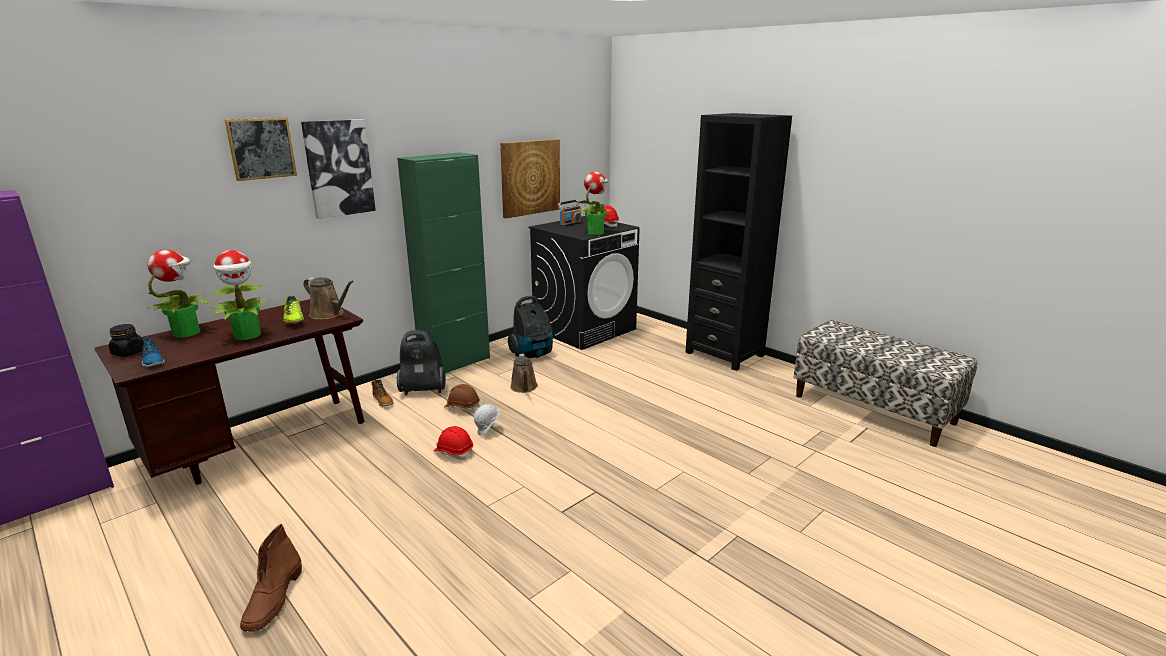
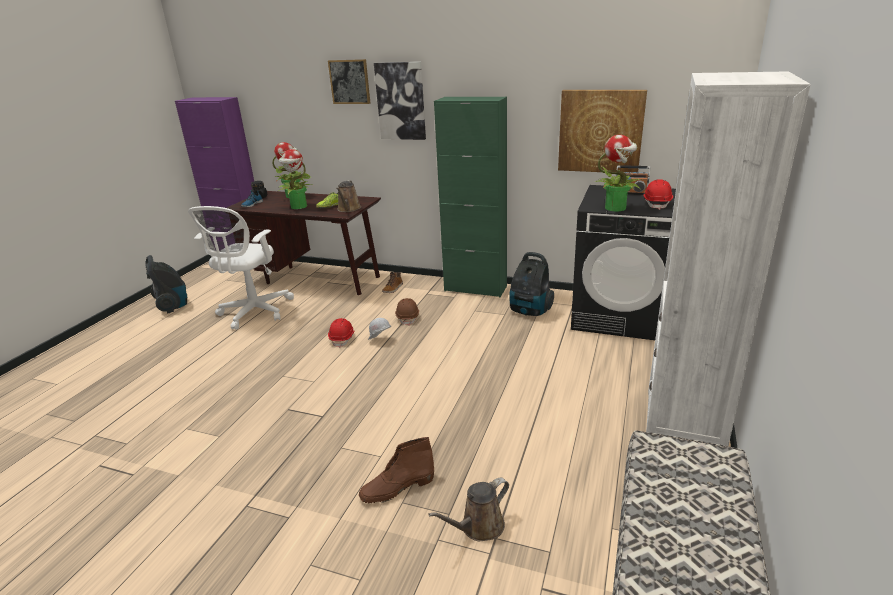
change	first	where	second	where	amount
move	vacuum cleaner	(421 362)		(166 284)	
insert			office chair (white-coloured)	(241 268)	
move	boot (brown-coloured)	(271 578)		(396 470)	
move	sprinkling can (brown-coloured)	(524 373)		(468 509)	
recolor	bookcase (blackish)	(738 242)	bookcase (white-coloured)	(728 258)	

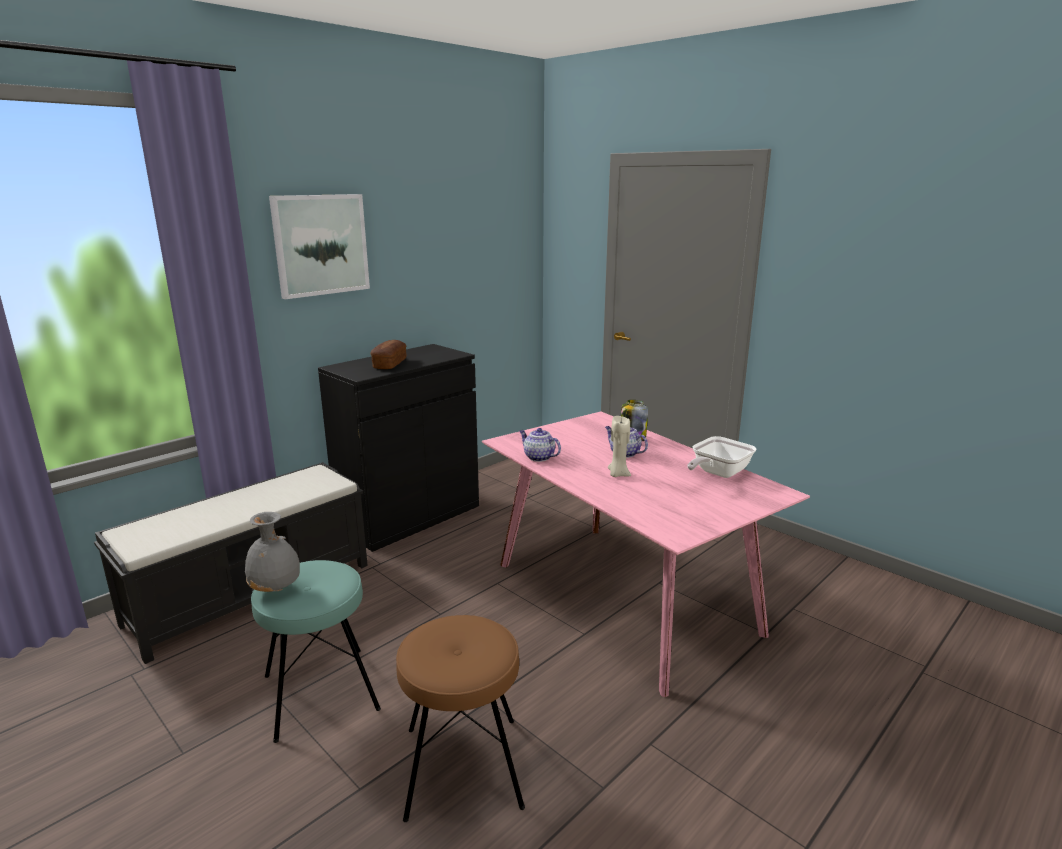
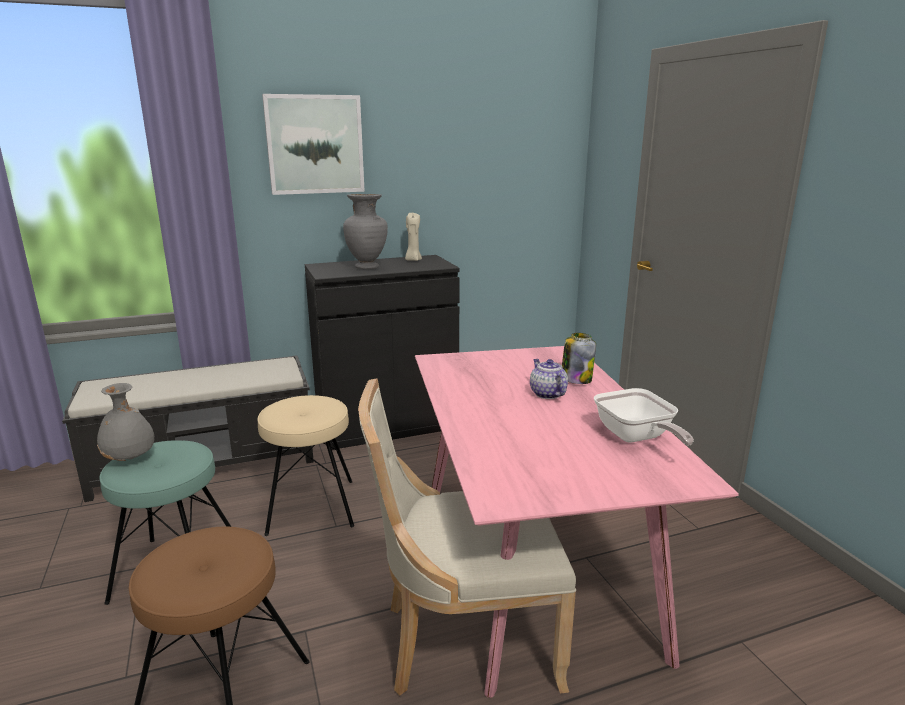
change	first	where	second	where	amount
insert			stool seat (beige)	(305 465)	
replace	bakery bread	(388 354)	decorative vase (grey)	(365 231)	
insert			chair (beige)	(467 537)	
move	wax candle (beige)	(619 446)		(413 237)	
rotate	frying pan	(721 457)		(644 417)	90 degrees counterclockwise
delete	pot for tea	(540 445)			

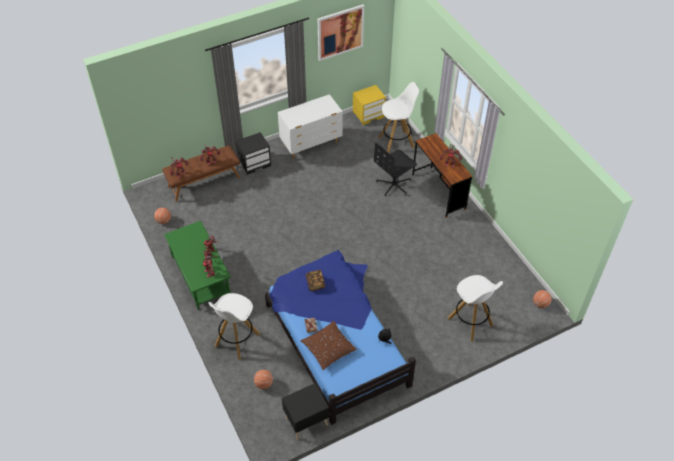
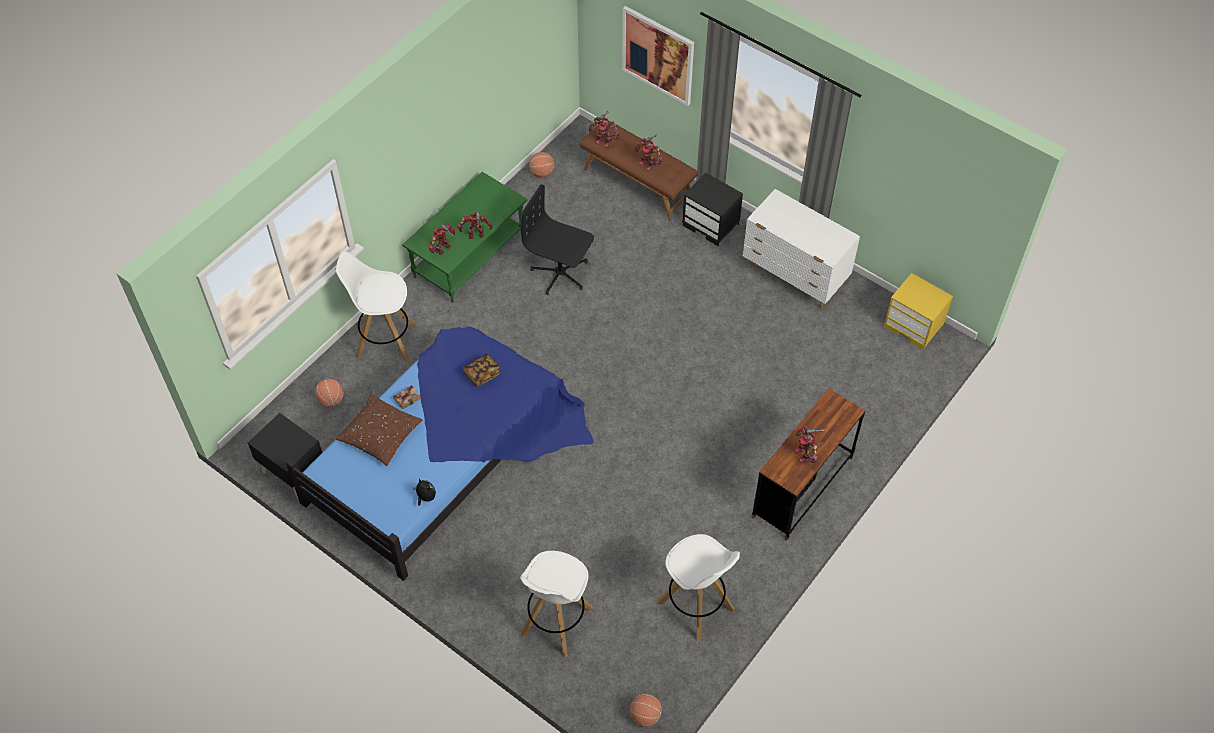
change	first	where	second	where	amount
move	office chair (blackish)	(395 169)		(558 239)	
move	wall picture	(341 32)		(658 56)	
move	stool seat (white-coloured)	(399 117)		(698 588)	

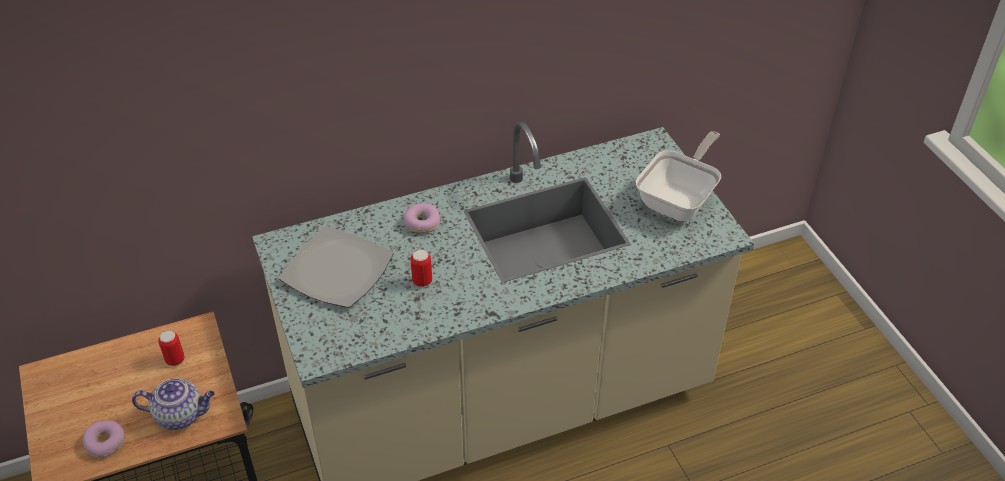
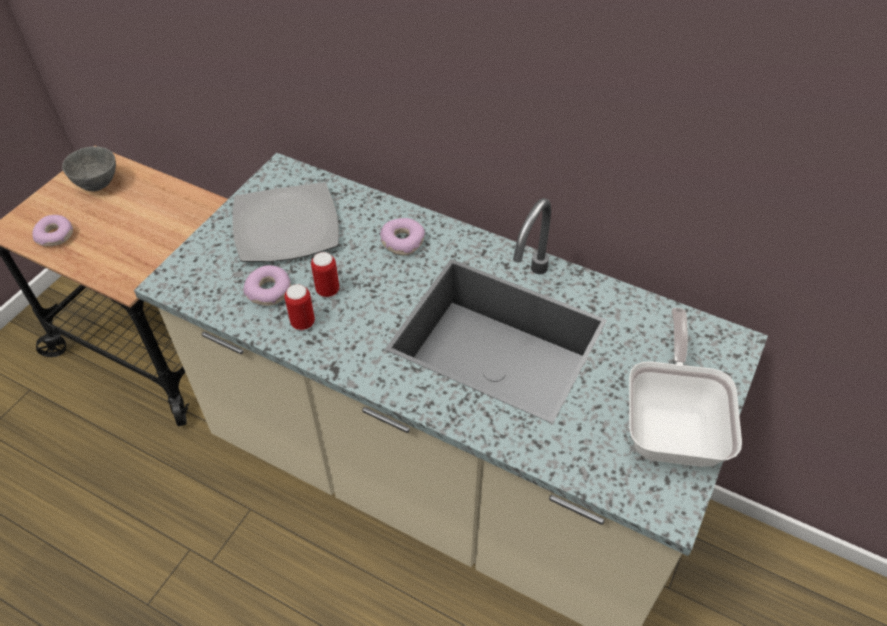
change	first	where	second	where	amount
insert			deep dish (grey)	(89 169)	
insert			donut	(267 285)	
move	sealed can	(171 348)		(299 307)	
rotate	frying pan	(678 176)		(685 387)	75 degrees counterclockwise
delete	pot for tea	(173 404)			

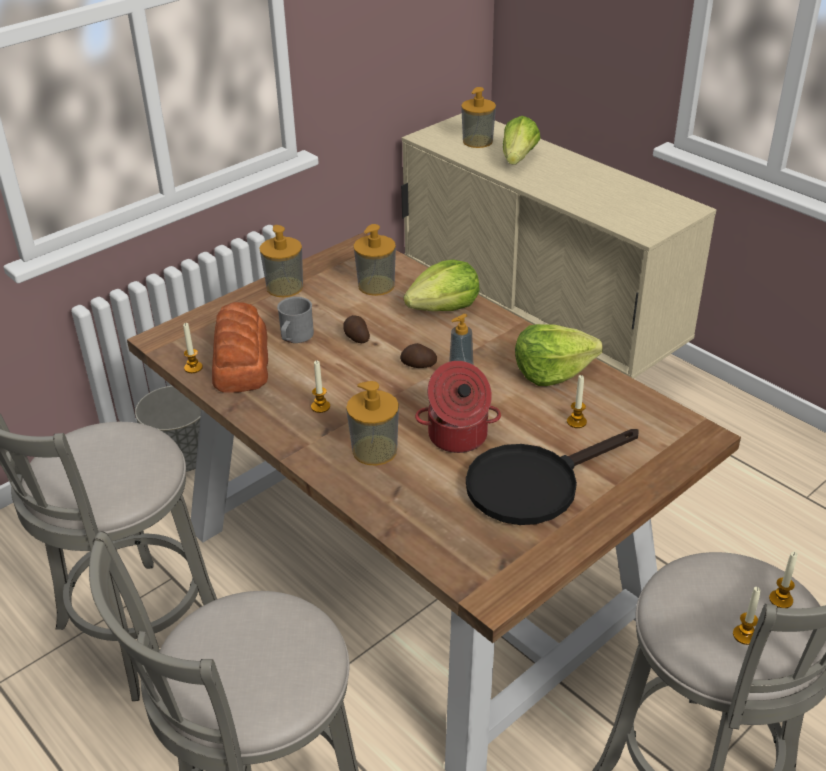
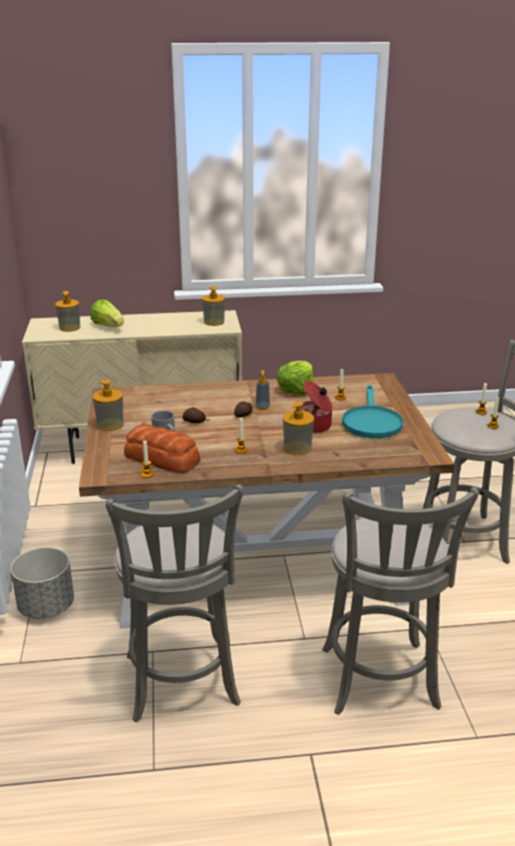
change	first	where	second	where	amount
move	soap bottle	(375 260)		(213 306)	
recolor	frying pan (blackish)	(552 477)	frying pan (blue-green)	(372 411)	
delete	lettuce	(442 285)			

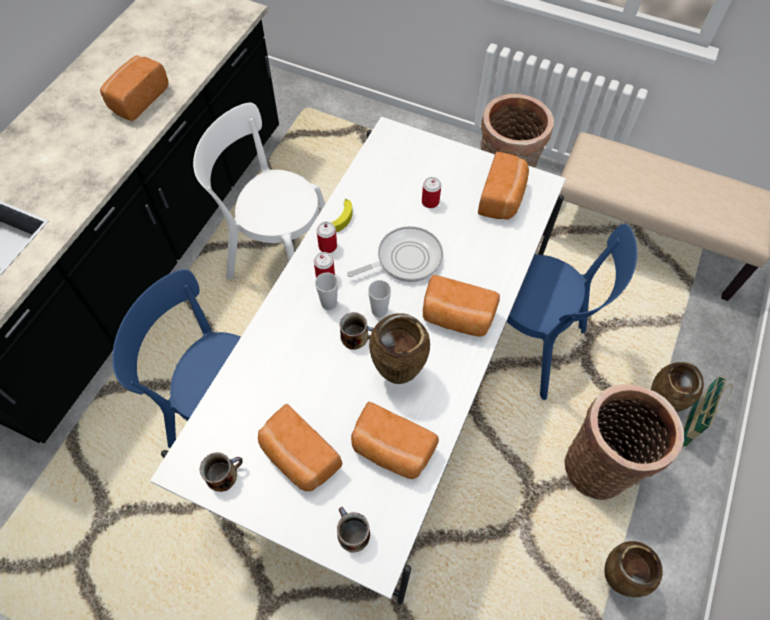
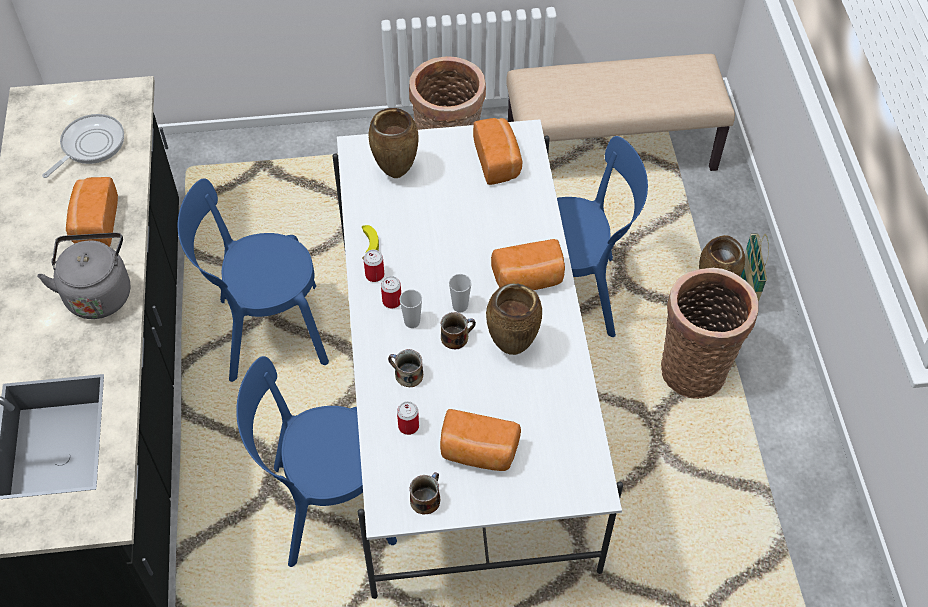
change	first	where	second	where	amount
insert			tea kettle (grey)	(83 276)	
move	frying pan	(395 254)		(83 146)	
recolor	chair (white-coloured)	(259 191)	chair (blue-coloured)	(253 280)	
move	decorative vase (brown-coloured)	(633 569)		(393 143)	
move	coffee mug	(353 530)		(405 368)	
move	sealed can	(431 192)		(408 418)	
delete	bakery bread	(395 440)			

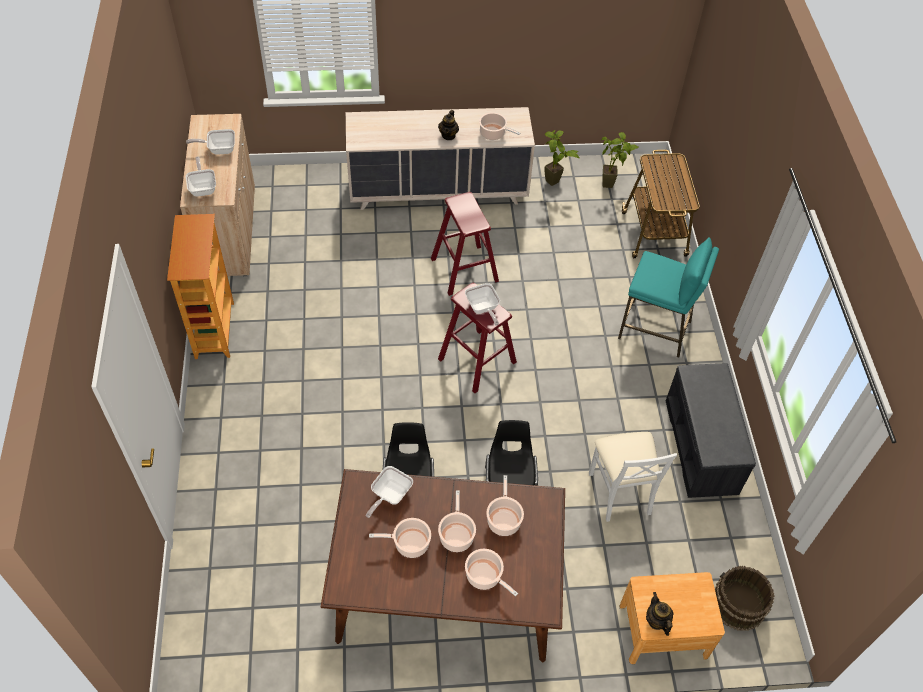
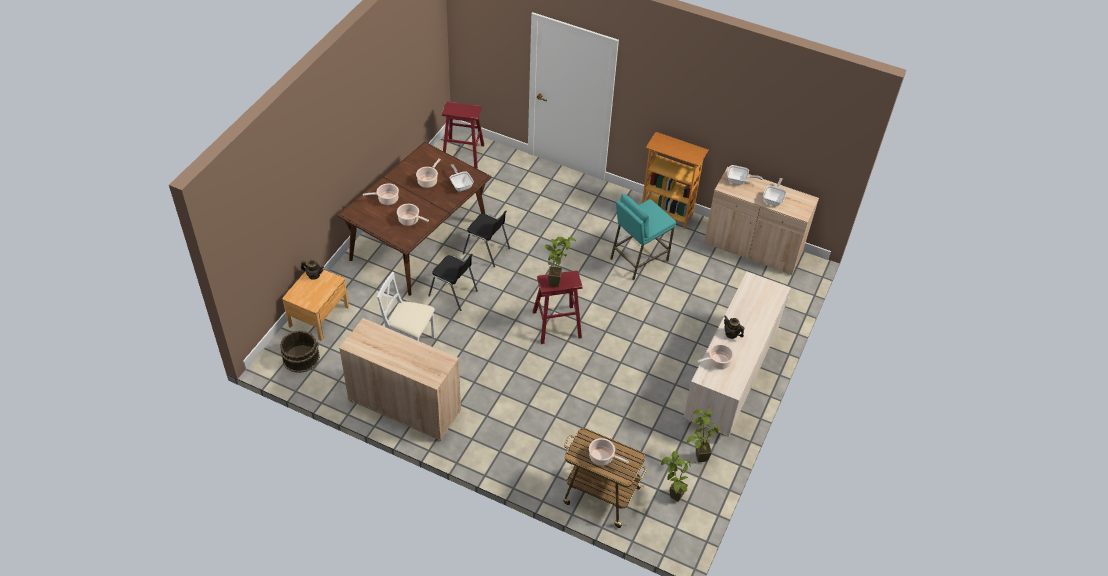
change	first	where	second	where	amount
replace	indoor bench (grey)	(711 430)	cupboard (beige)	(400 379)	
move	stool seat (red)	(465 244)		(463 135)	
replace	frying pan	(482 304)	potted plant	(560 262)	
move	saucepot	(457 521)		(609 452)	
move	stool seat (blue-green)	(668 297)		(643 236)	

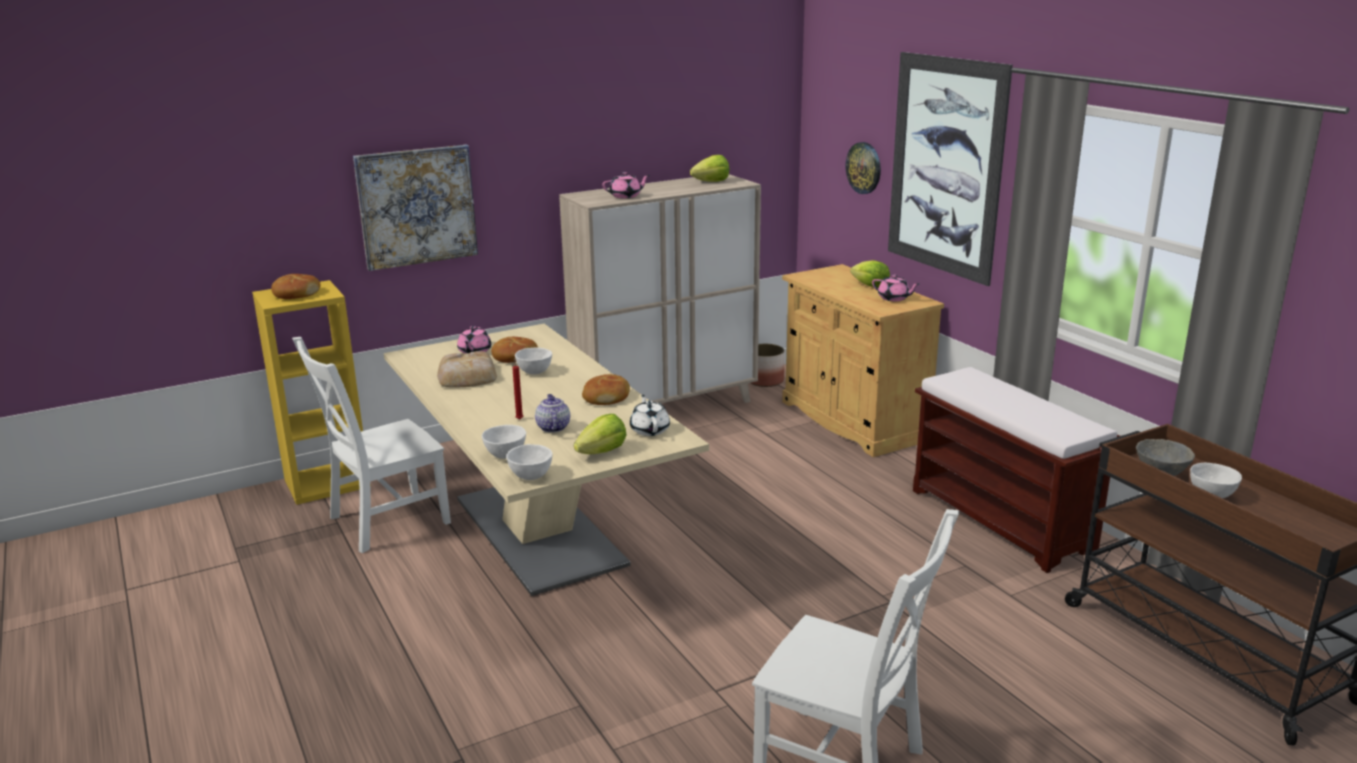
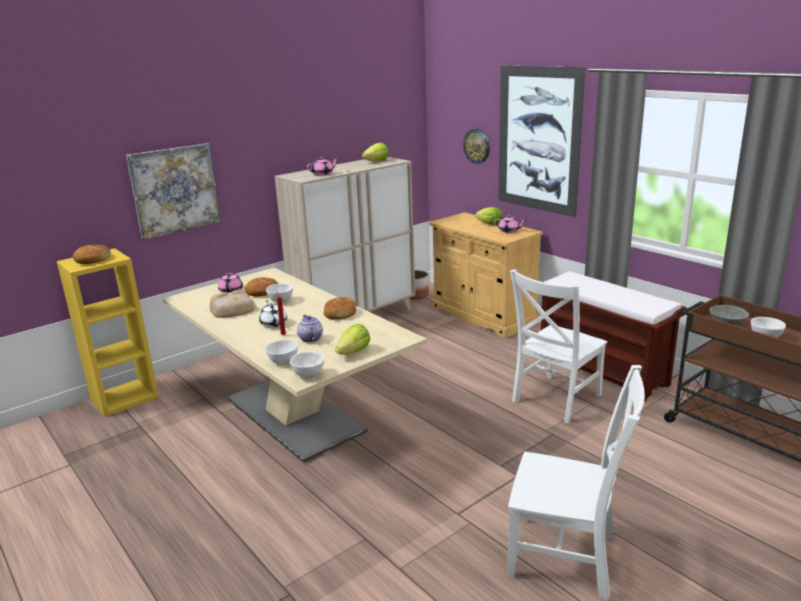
change	first	where	second	where	amount
move	pot for tea (white-coloured)	(650 415)		(273 314)	
move	chair (white-coloured)	(371 445)		(558 346)	

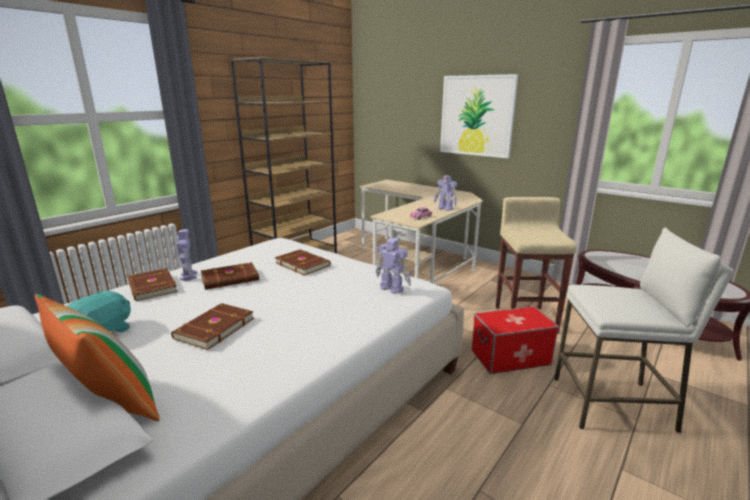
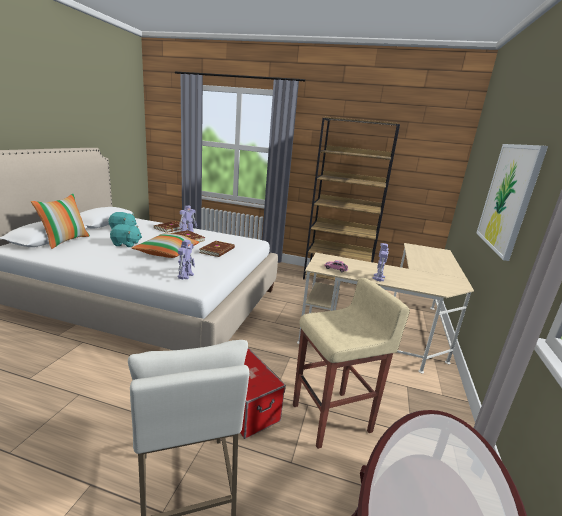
change	first	where	second	where	amount
replace	volume (brown-coloured)	(212 326)	cuddly toy (blue-green)	(126 235)	
insert			cushion	(166 245)	

